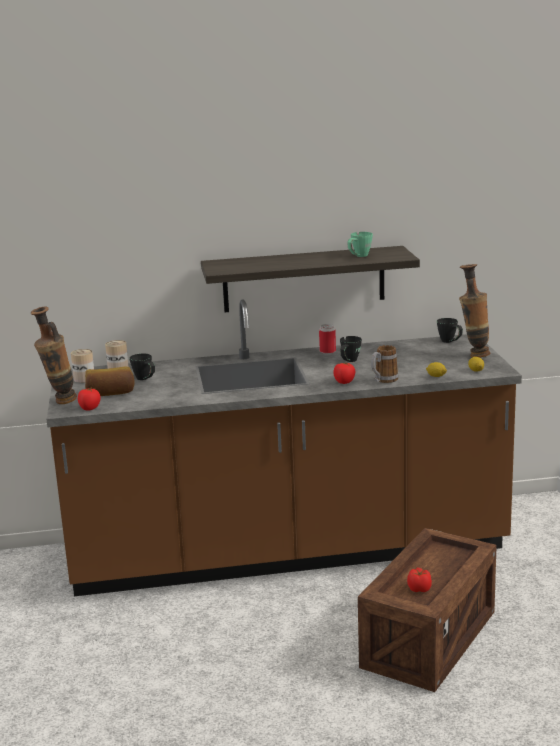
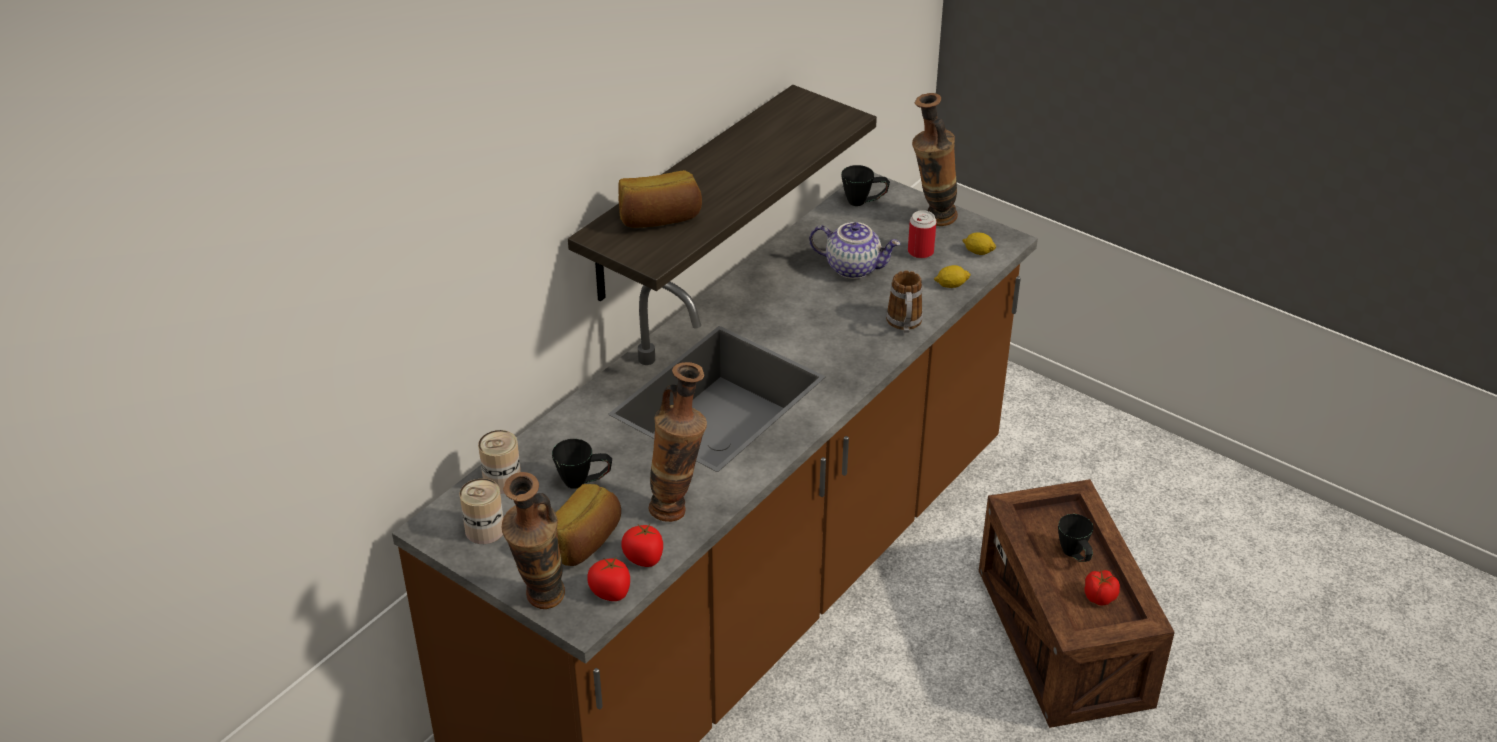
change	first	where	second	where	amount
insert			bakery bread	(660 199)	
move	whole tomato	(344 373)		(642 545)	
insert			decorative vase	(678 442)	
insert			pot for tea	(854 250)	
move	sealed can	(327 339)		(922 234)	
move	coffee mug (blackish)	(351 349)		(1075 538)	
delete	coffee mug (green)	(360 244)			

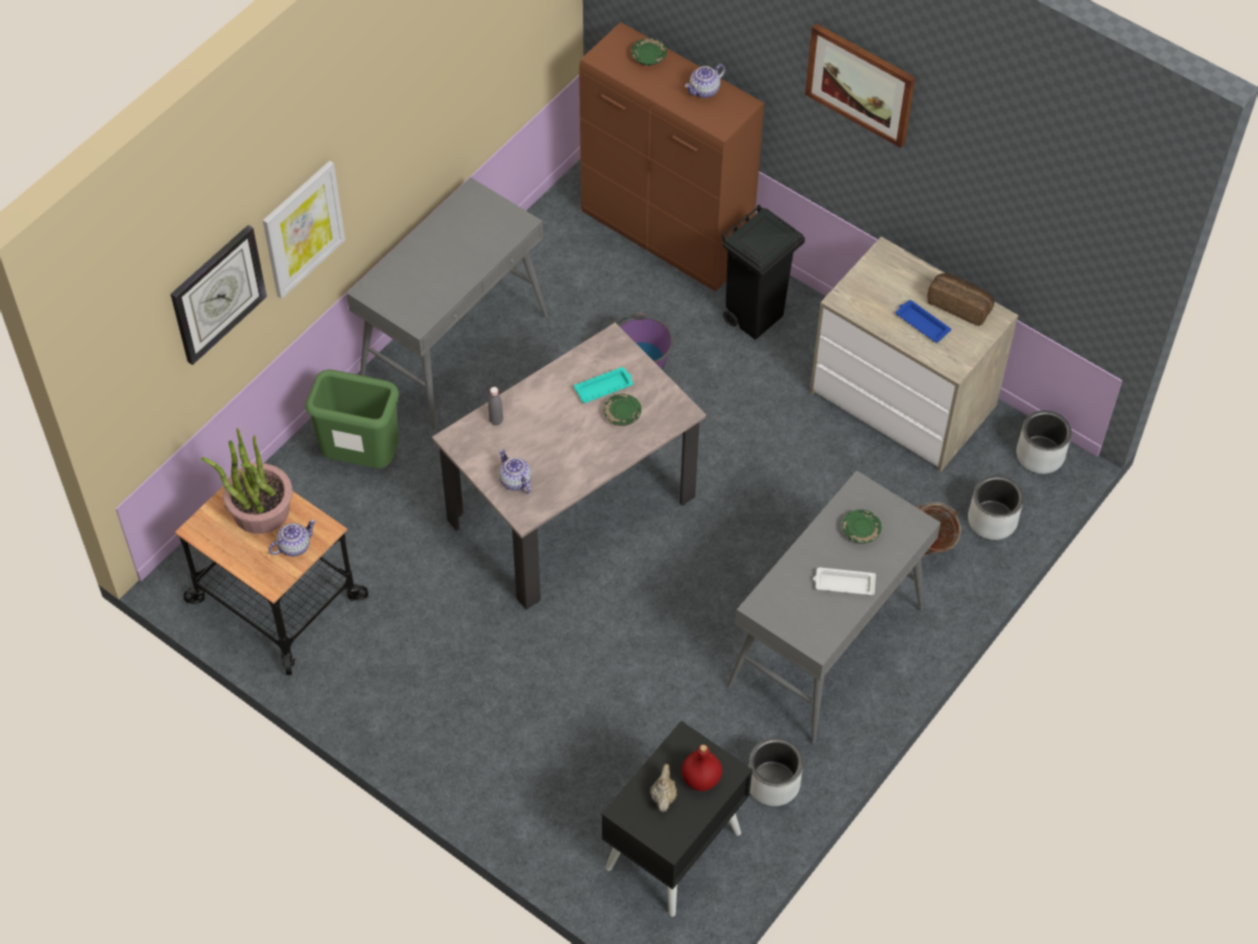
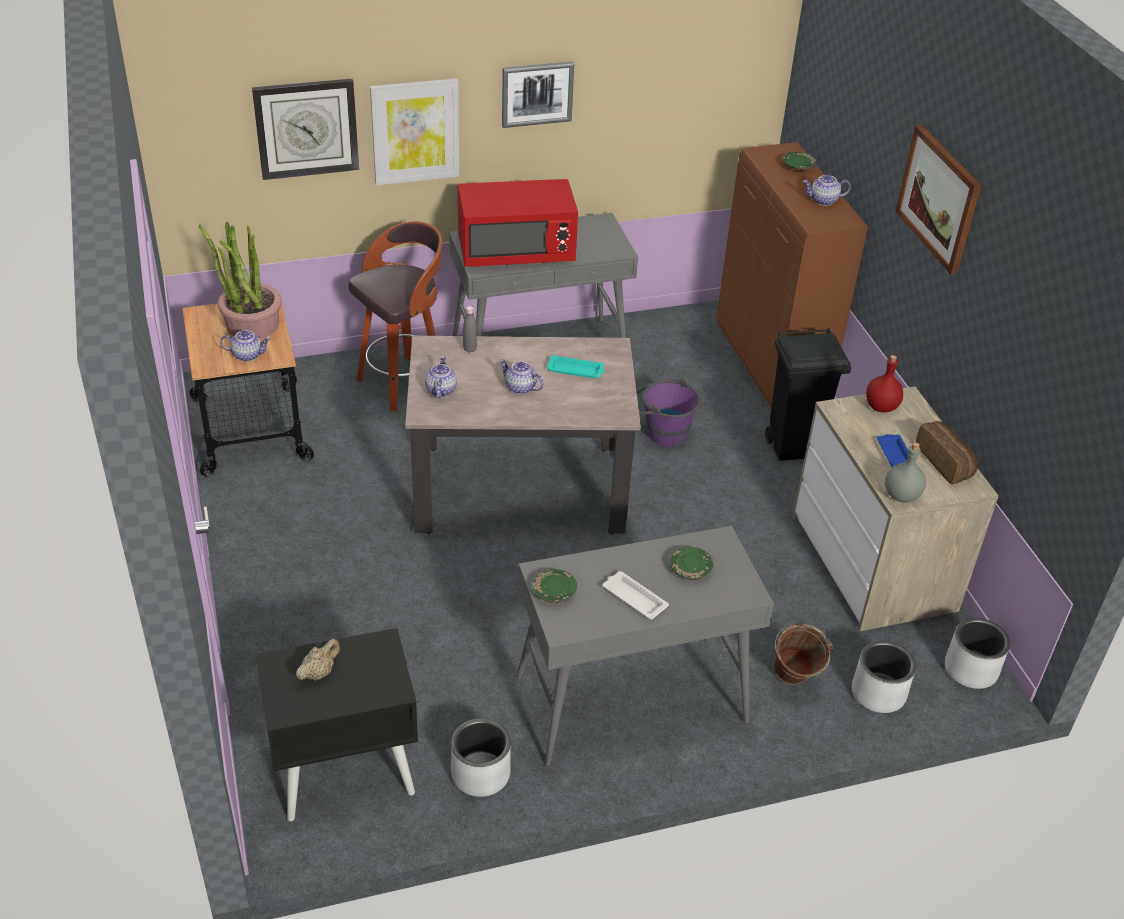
change	first	where	second	where	amount
replace	waste bin (green)	(352 418)	stool seat	(395 316)	
insert			microwave oven (red)	(518 223)	
insert			pot for tea	(521 376)	
insert			wall picture	(538 94)	
move	plate (green)	(622 410)		(554 586)	
move	bottle (red)	(702 767)		(884 383)	
insert			bottle (grey)	(905 472)	

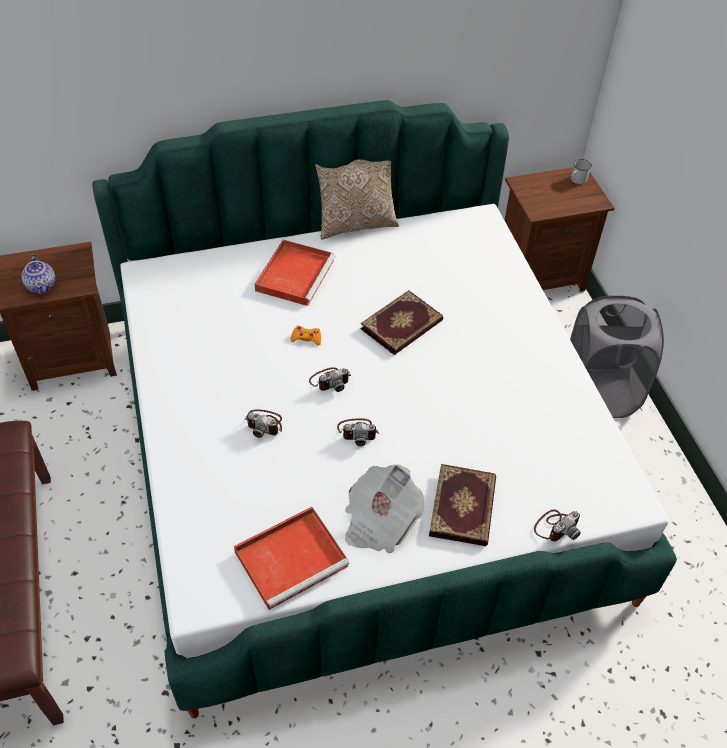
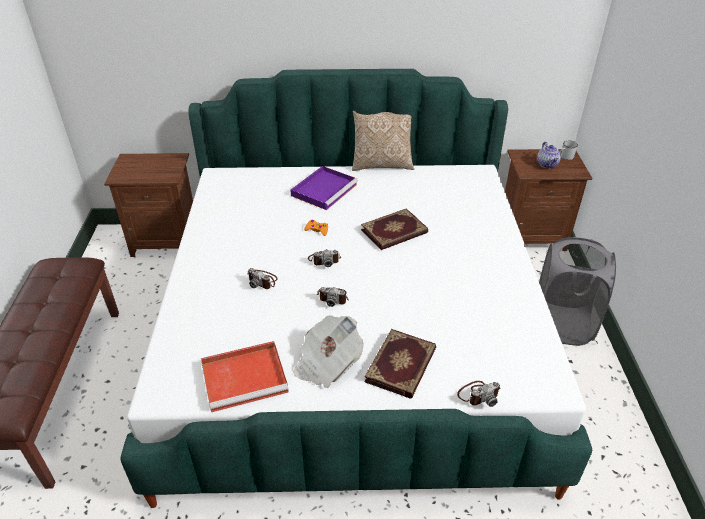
change	first	where	second	where	amount
recolor	tray (red)	(295 273)	tray (purple-coloured)	(324 188)	
move	pot for tea	(39 274)		(549 155)	

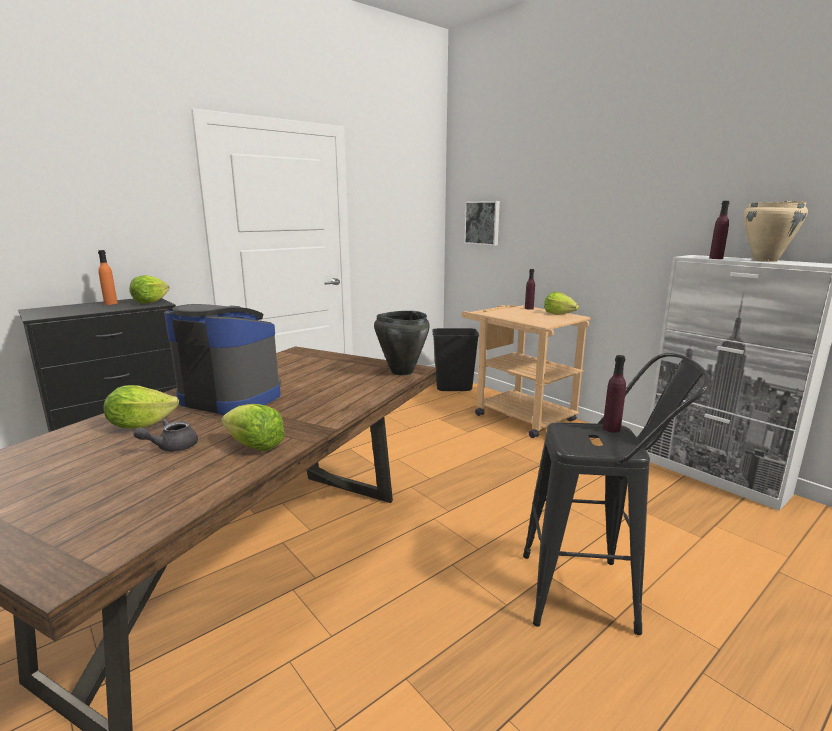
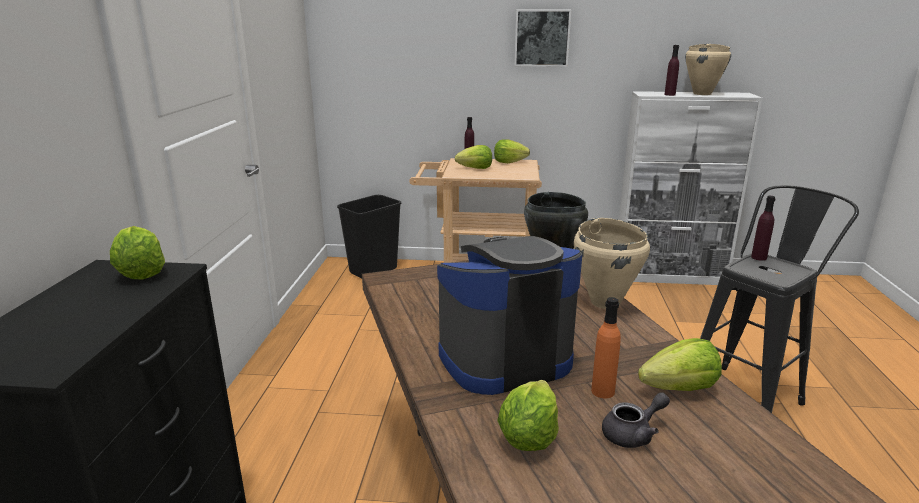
change	first	where	second	where	amount
insert			lettuce	(473 157)	
move	wall picture	(482 223)		(542 38)	
insert			saucepot (beige)	(612 263)	
move	bottle (orangey)	(108 277)		(606 347)	
rotate	pot for tea (grey)	(166 435)		(636 420)	120 degrees counterclockwise

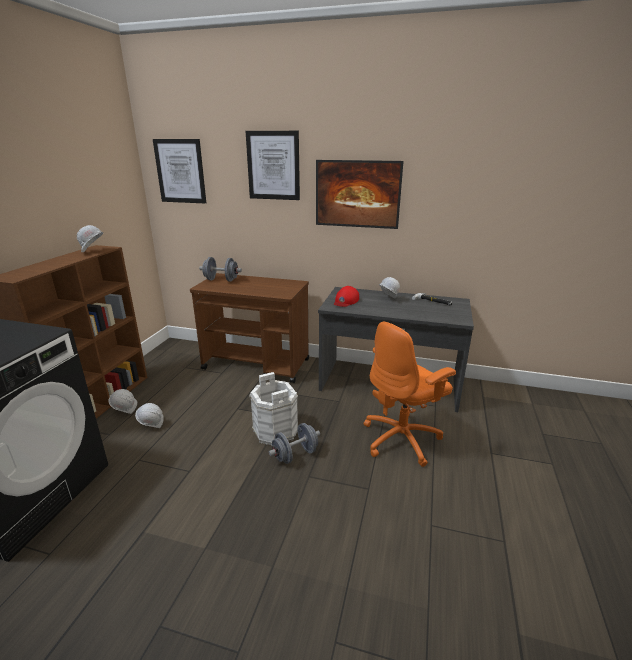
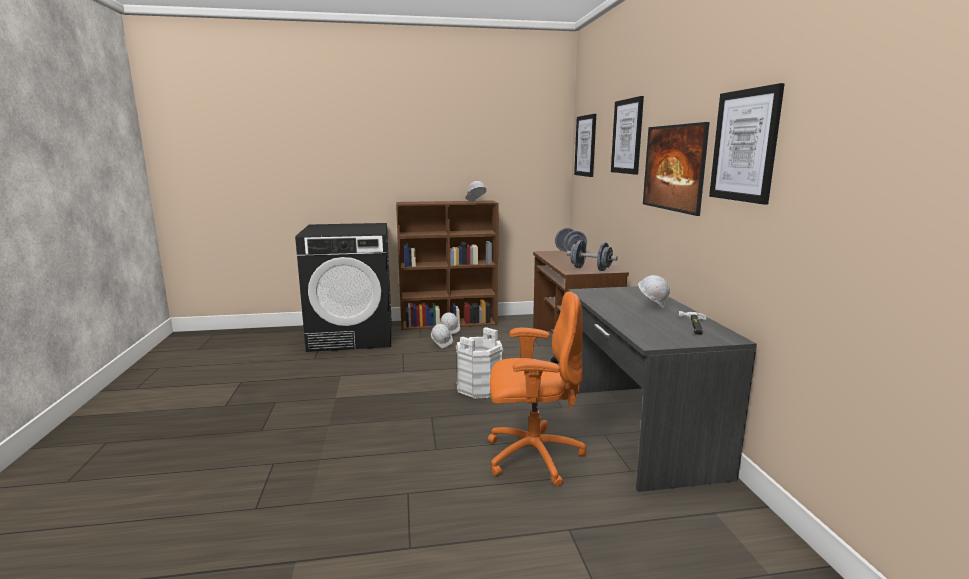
change	first	where	second	where	amount
rotate	office chair (orangey)	(410 394)		(537 389)	150 degrees clockwise
move	free weight (grey)	(294 443)		(592 255)	
insert			wall picture	(747 144)	
delete	baseball cap (red)	(346 296)			

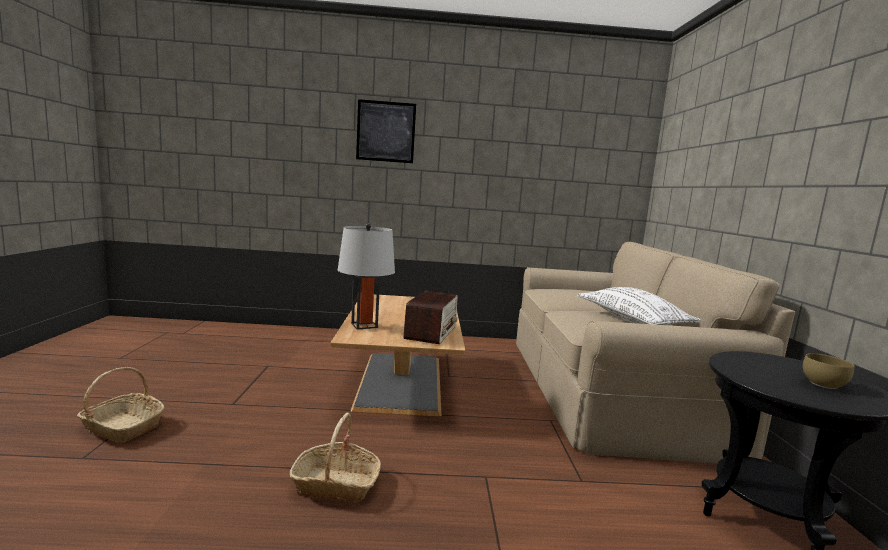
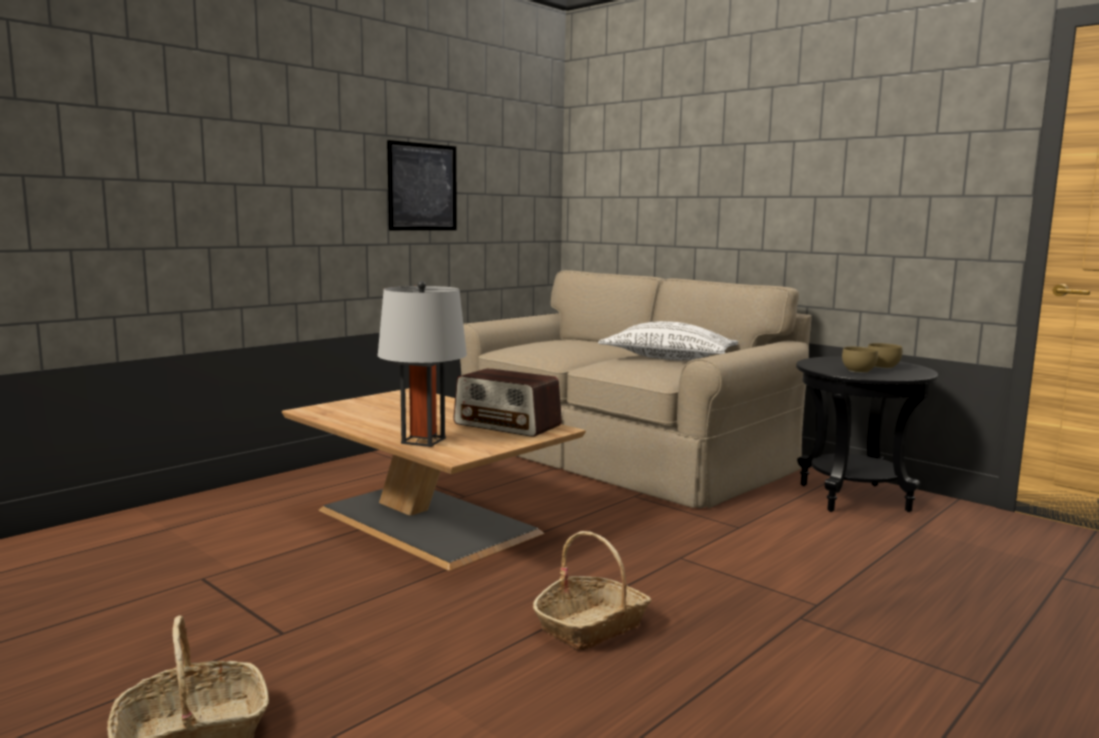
change	first	where	second	where	amount
move	wall picture	(386 131)		(422 185)	
rotate	radio receiver	(430 317)		(507 402)	150 degrees clockwise
insert			deep dish (brown-coloured)	(860 360)	

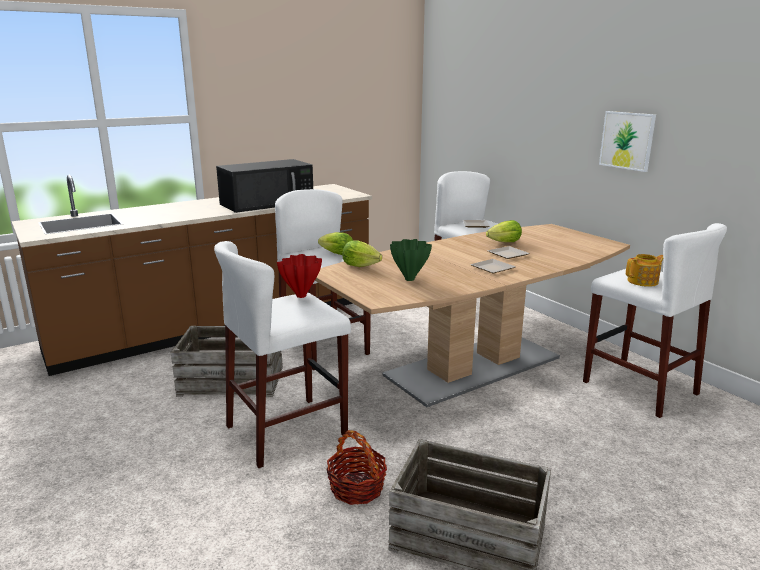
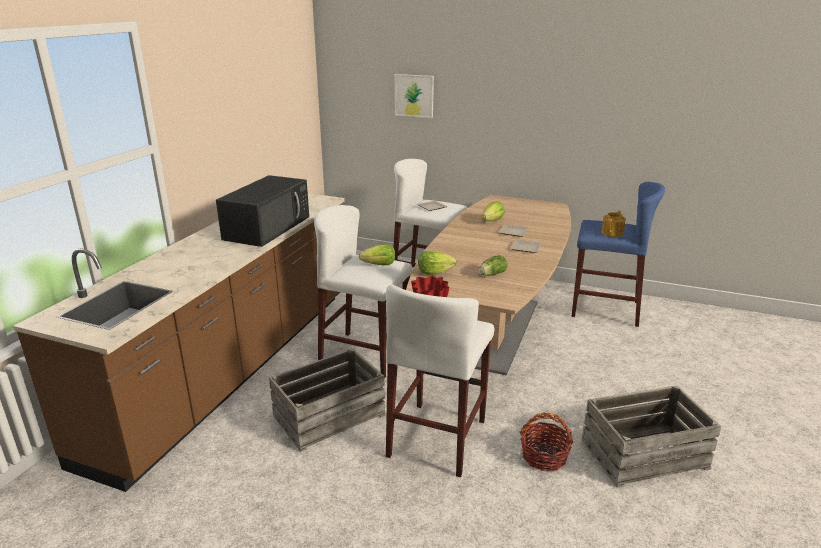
change	first	where	second	where	amount
move	wall picture	(627 141)		(414 96)	
replace	decorative vase (green)	(411 260)	lettuce	(493 265)	
recolor	stool seat (white-coloured)	(655 320)	stool seat (blue-coloured)	(618 254)	

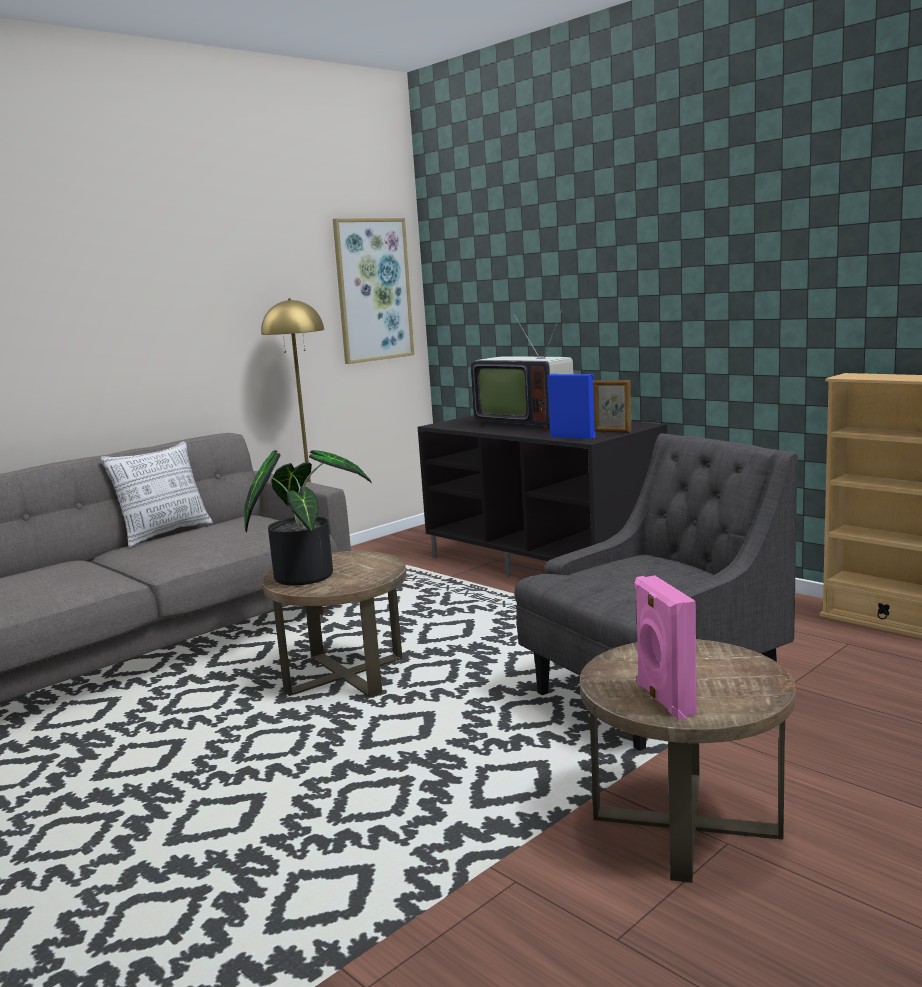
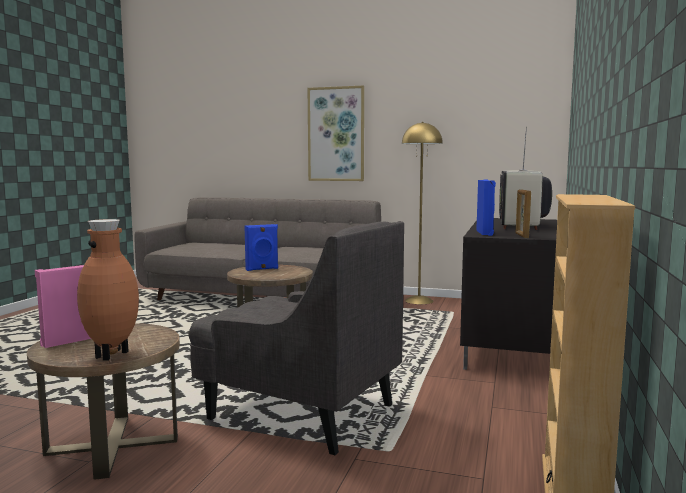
change	first	where	second	where	amount
insert			decorative vase (brown-coloured)	(108 289)	
replace	potted plant	(308 517)	speaker (blue-coloured)	(261 247)	
move	wall picture	(373 291)		(336 133)	
delete	cushion	(157 494)			

